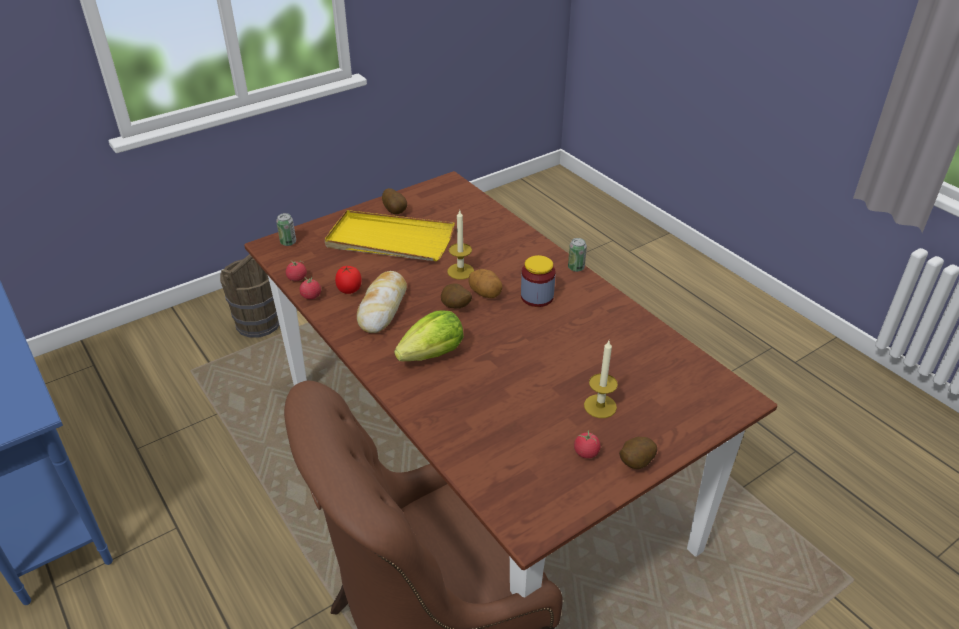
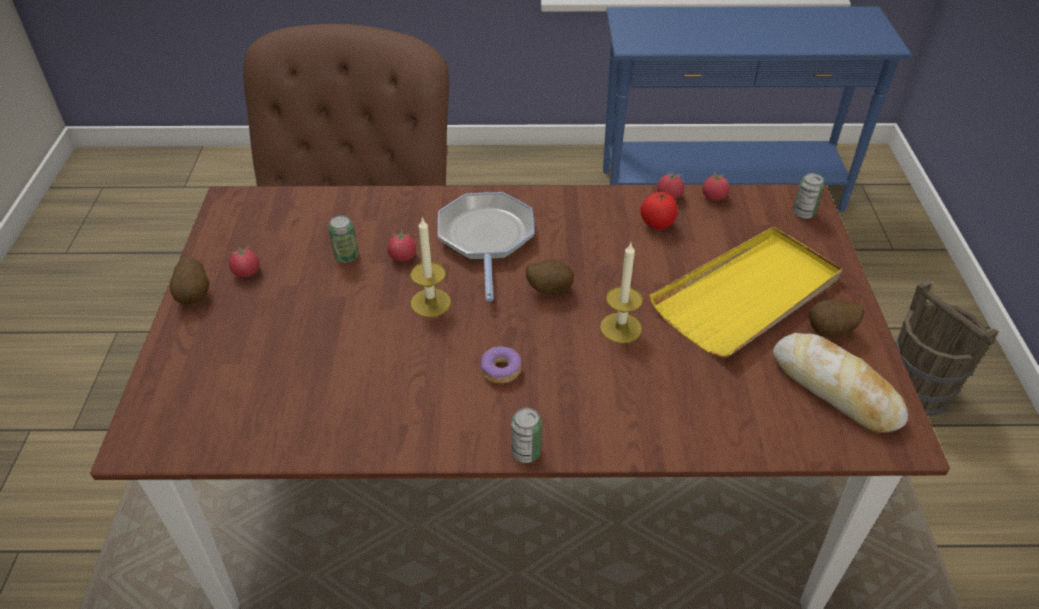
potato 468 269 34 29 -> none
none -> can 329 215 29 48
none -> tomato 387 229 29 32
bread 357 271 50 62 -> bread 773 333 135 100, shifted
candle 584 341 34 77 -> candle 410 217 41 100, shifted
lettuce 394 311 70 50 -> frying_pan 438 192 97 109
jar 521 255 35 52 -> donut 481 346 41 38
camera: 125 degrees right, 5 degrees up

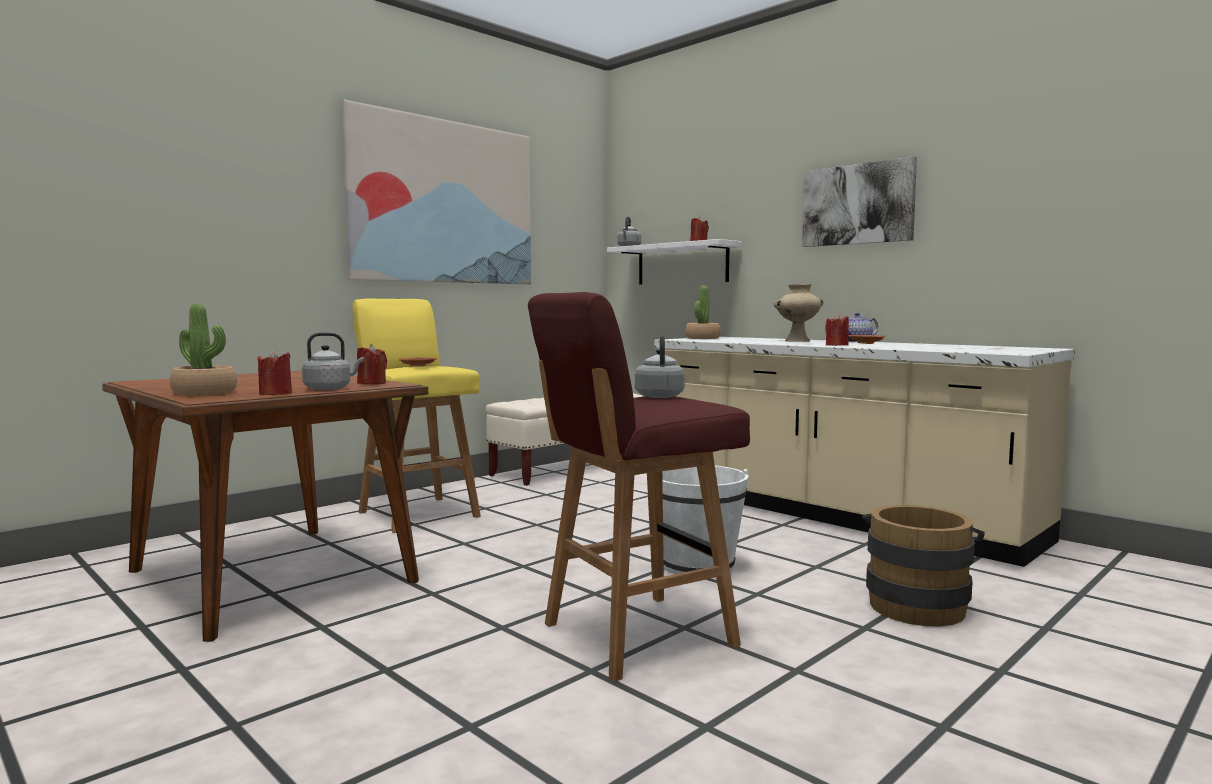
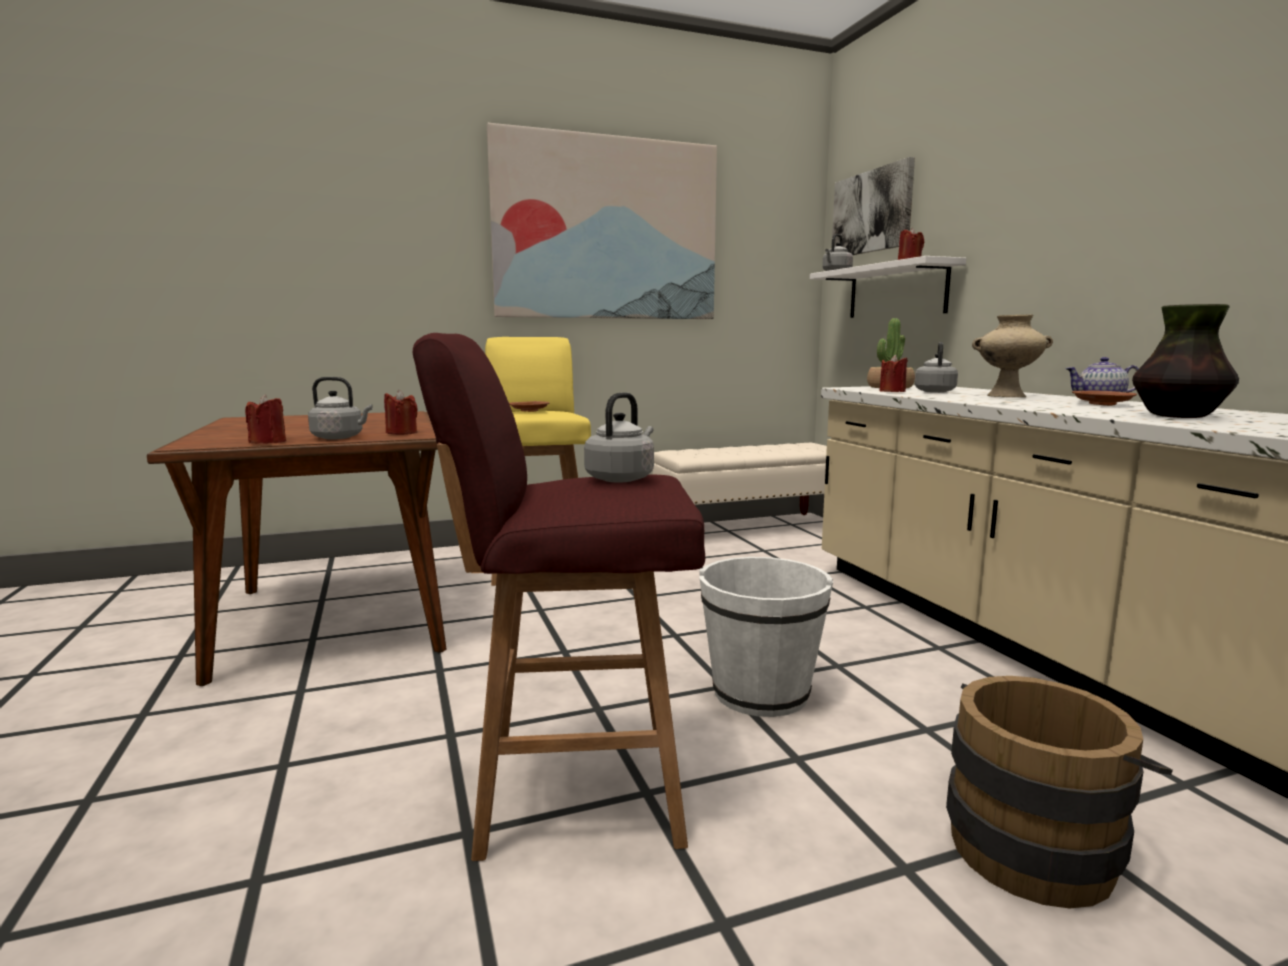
potted_plant 170 303 67 93 -> none
none -> grey_kettle 915 342 43 51
none -> vase 1132 304 107 114
picture 802 156 115 91 -> picture 832 157 83 98, shifted
red_candle 825 314 24 32 -> red_candle 880 355 28 37, shifted
camera: 25 degrees right, 5 degrees up

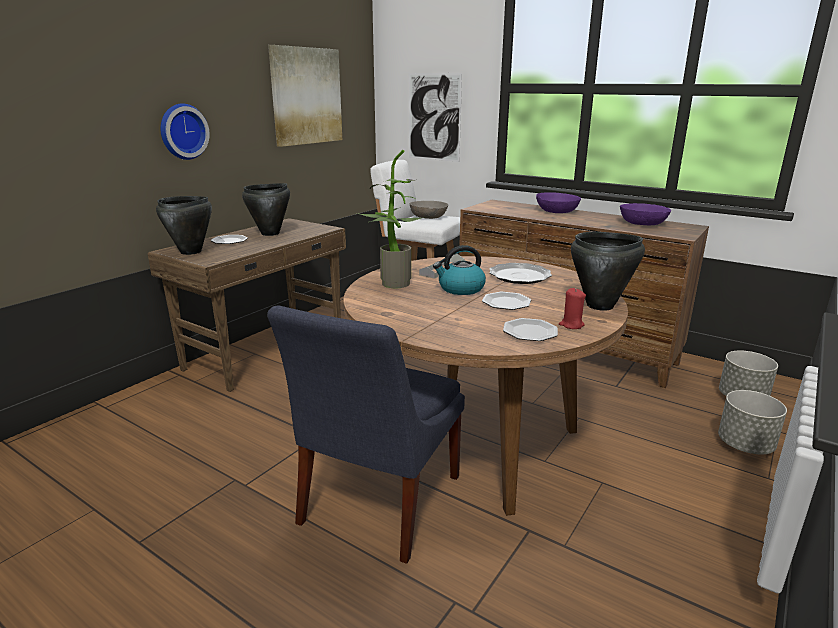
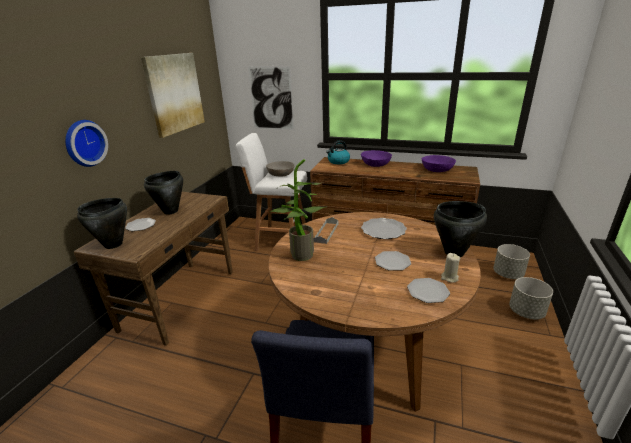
kettle 433 245 53 50 -> kettle 326 140 24 24, shifted
red_candle 559 288 27 41 -> beige_candle 441 253 19 30
camera: 15 degrees left, 5 degrees up

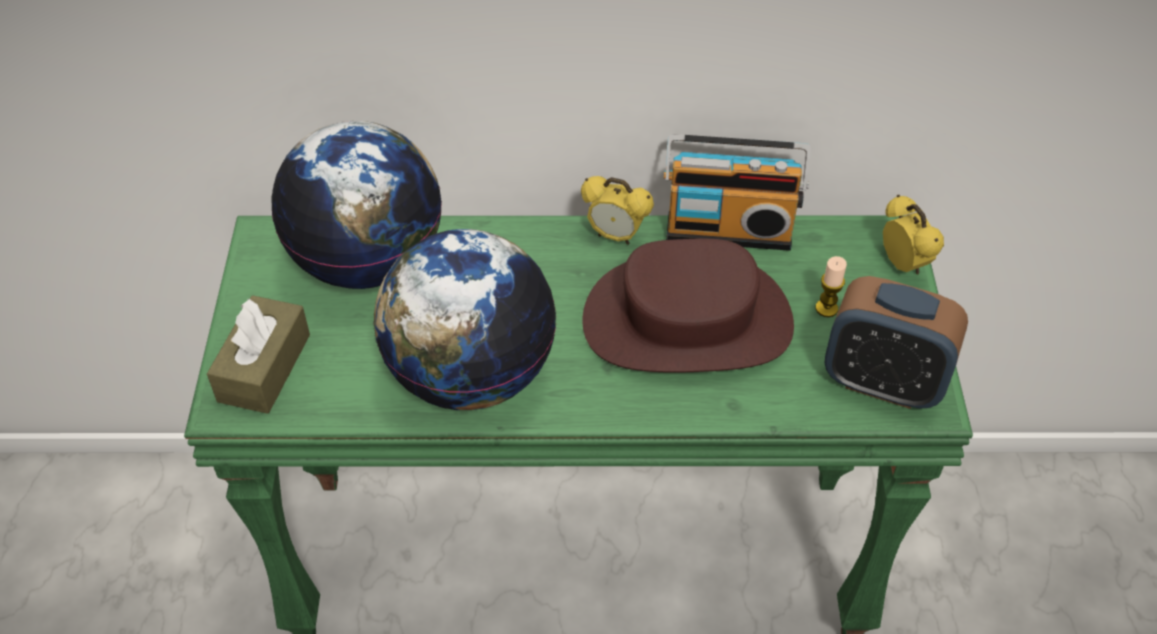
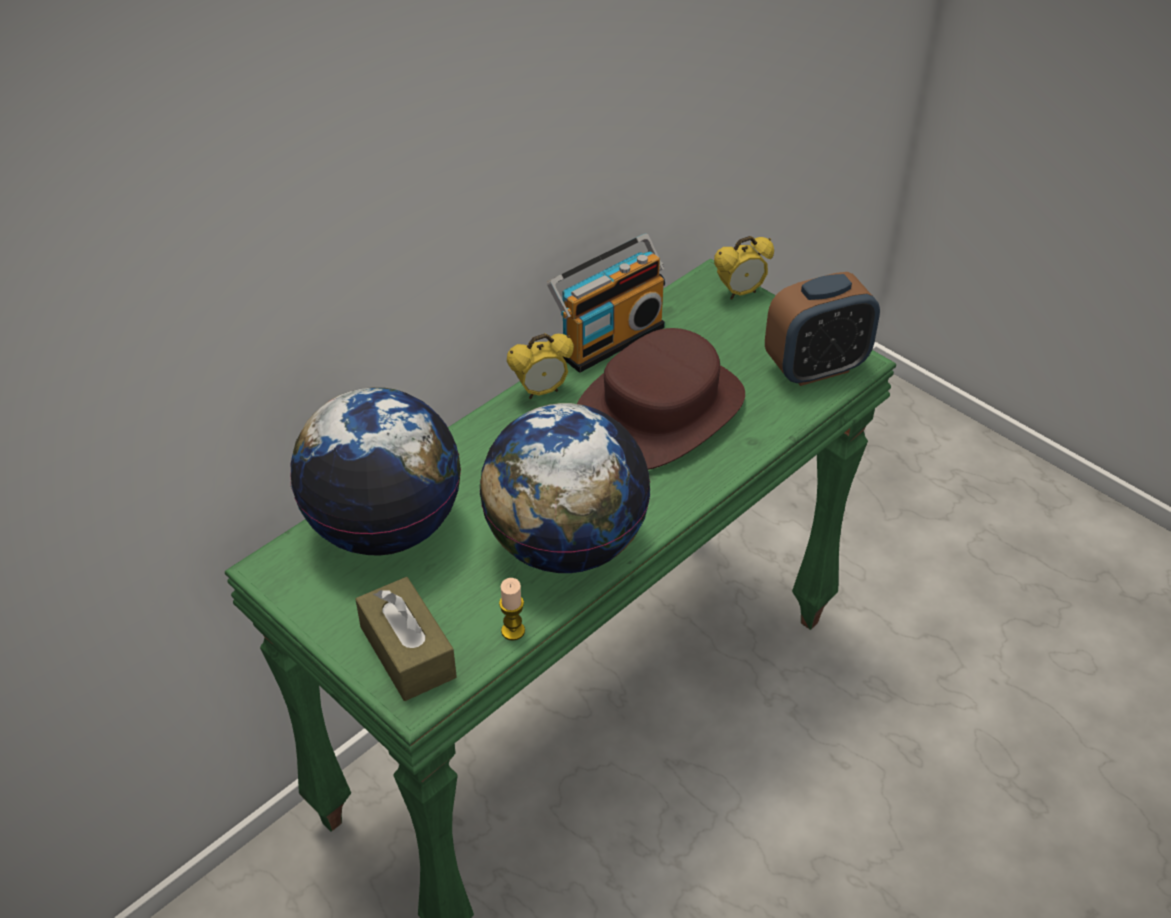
candle 815 256 32 61 -> candle 499 578 26 63, shifted
alarm_clock 883 195 61 80 -> alarm_clock 714 236 60 64, 135 degrees clockwise
camera: 45 degrees left, 5 degrees down

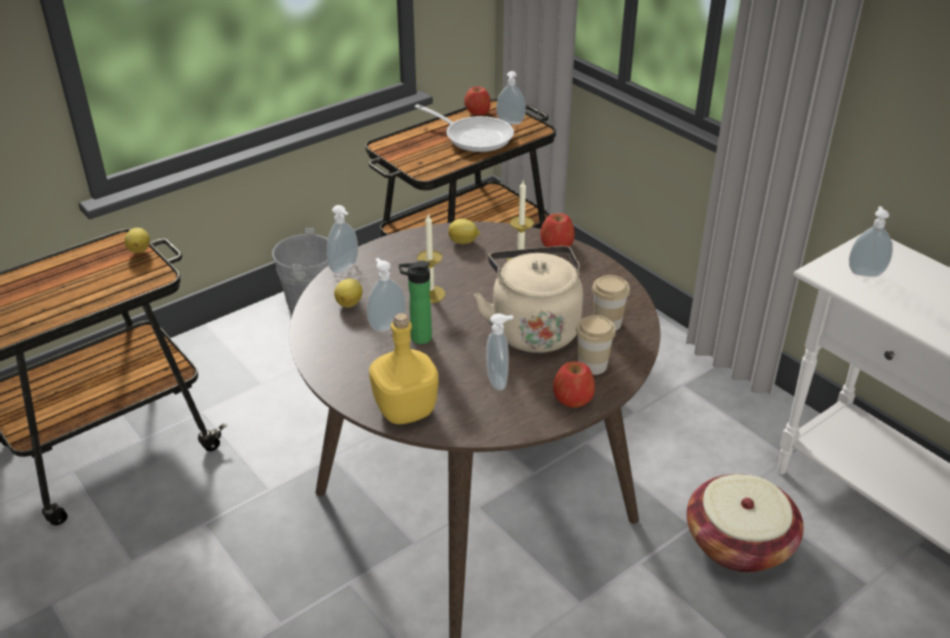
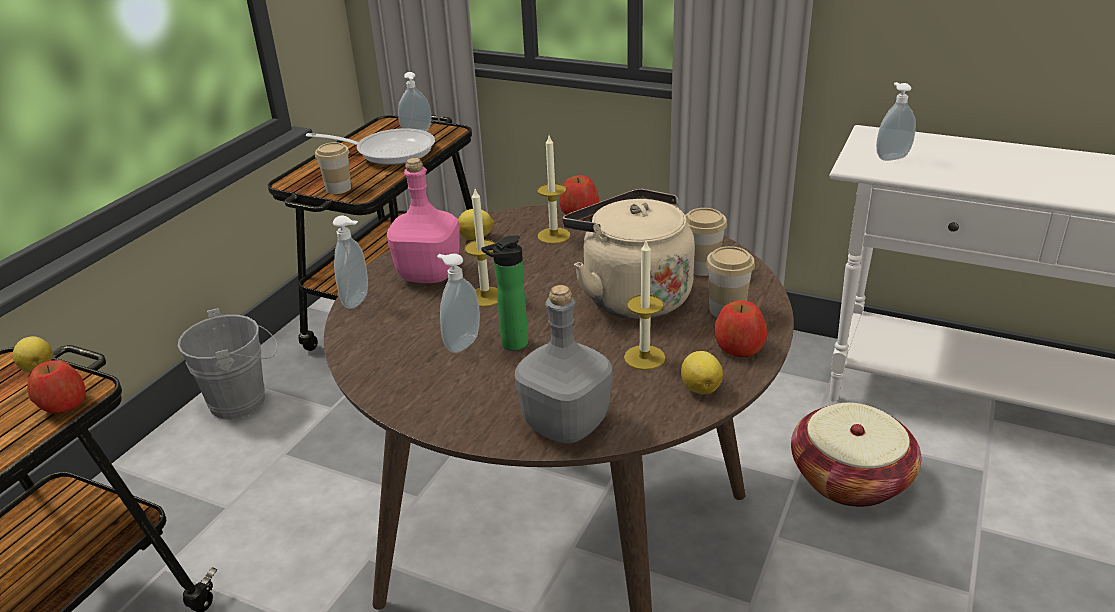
none -> cup 315 142 36 52
none -> pink_bottle 387 158 73 125
lemon 334 279 29 29 -> lemon 681 351 42 43, shifted
apple 464 87 27 28 -> apple 27 360 59 54, shifted
soap_dispenser 486 314 27 76 -> candle 624 241 42 129
yellow_bottle 369 313 69 111 -> grey_bottle 515 285 97 159
camera: 25 degrees left, 5 degrees down

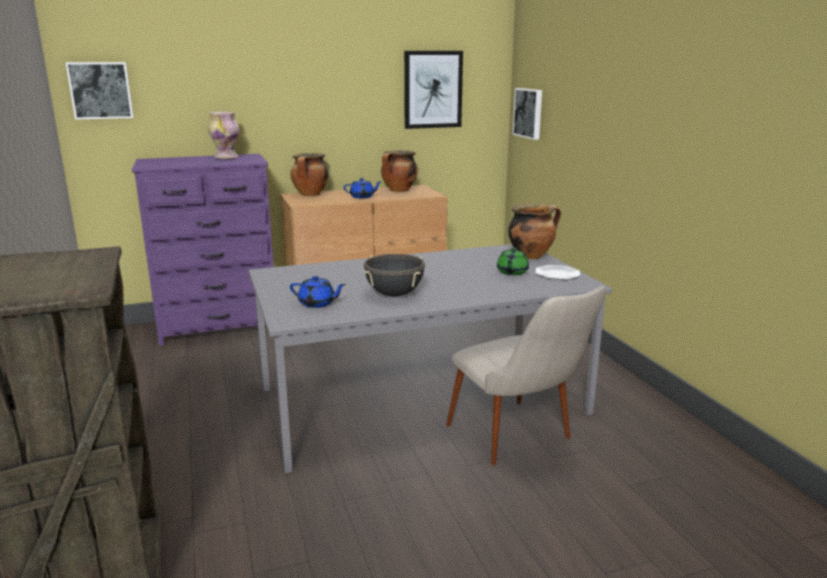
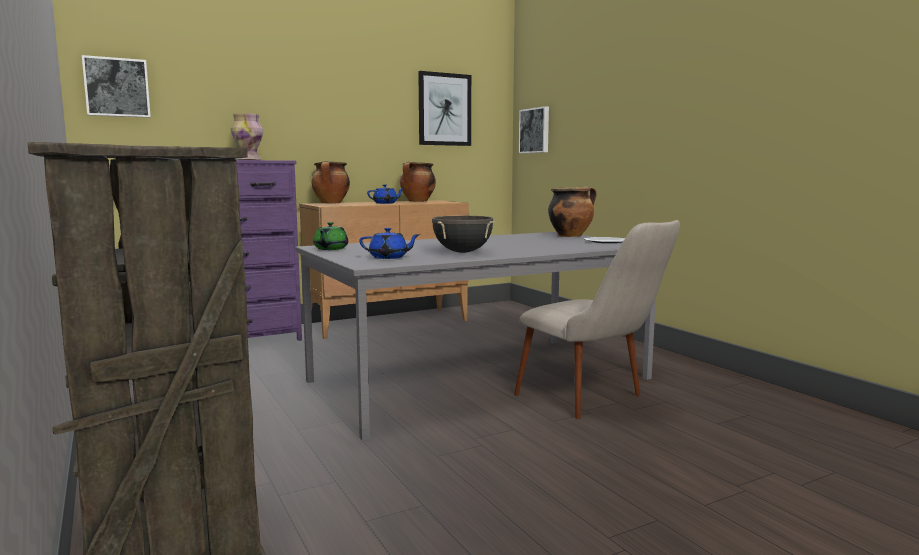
green_teapot 497 248 32 27 -> green_teapot 313 222 35 28, shifted
camera: 10 degrees left, 10 degrees down

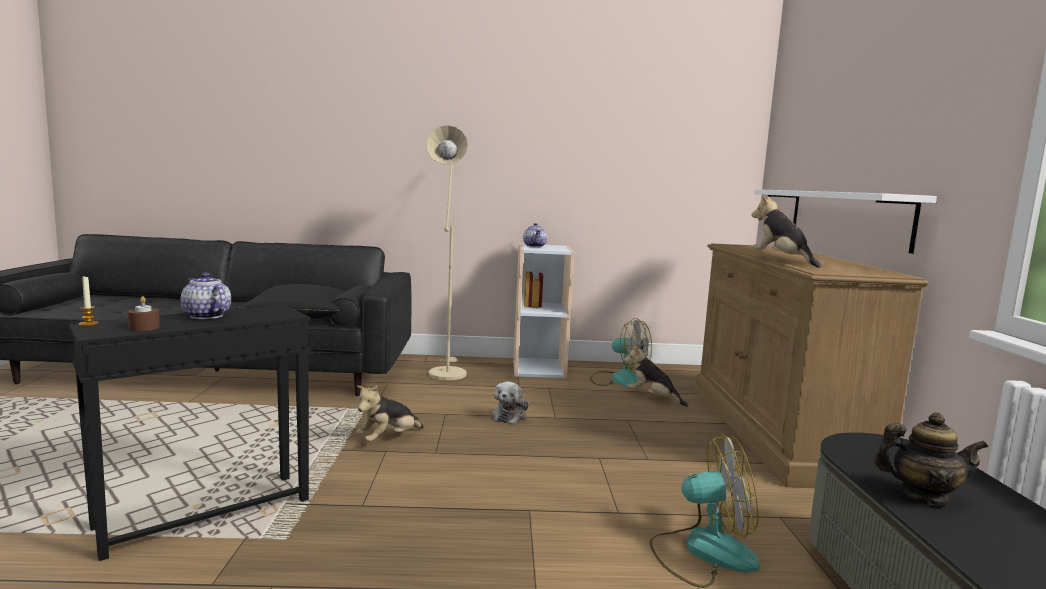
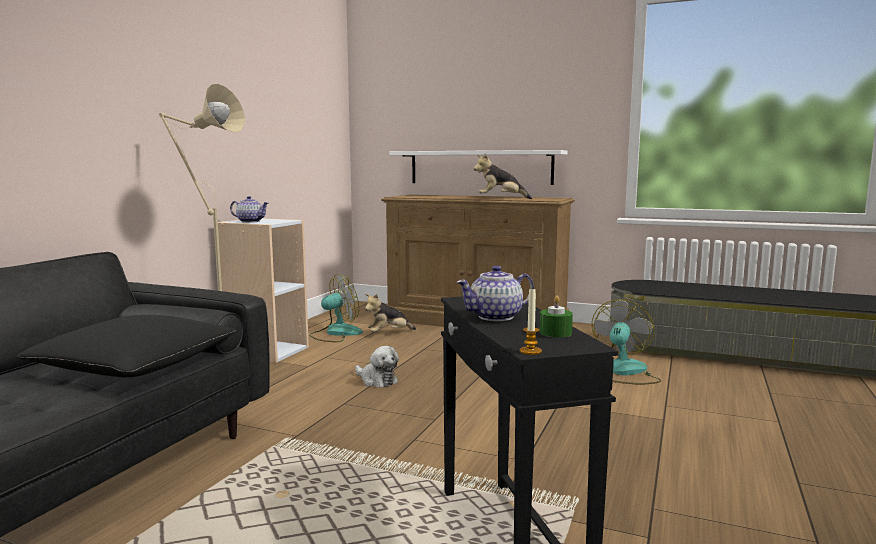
plush_toy 357 385 67 57 -> none
teapot 874 412 114 94 -> none
brown_candle 128 296 32 35 -> green_candle 540 296 33 42
camera: 65 degrees left, 0 degrees up

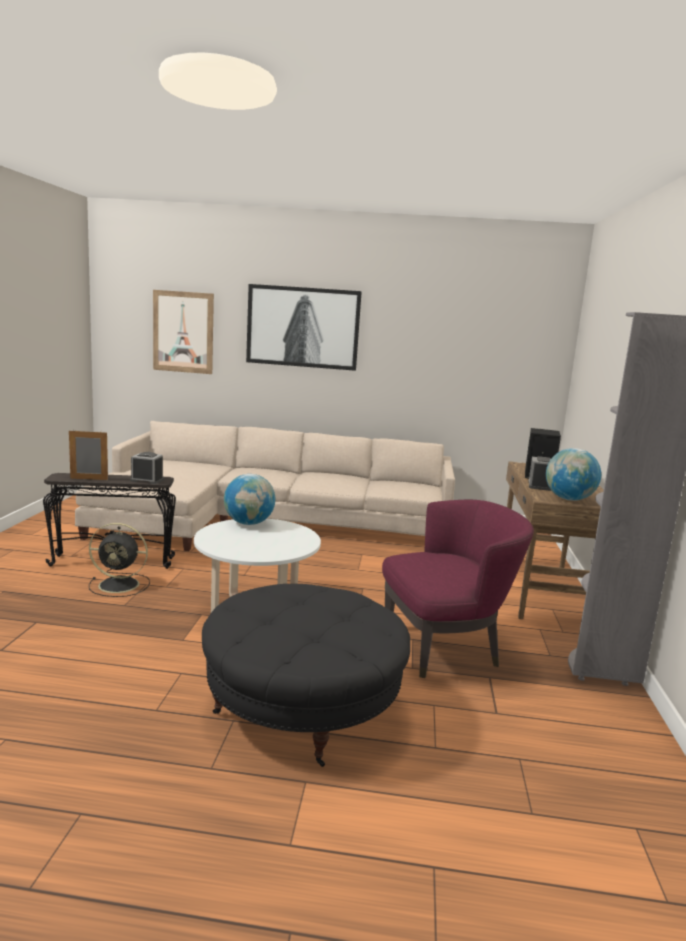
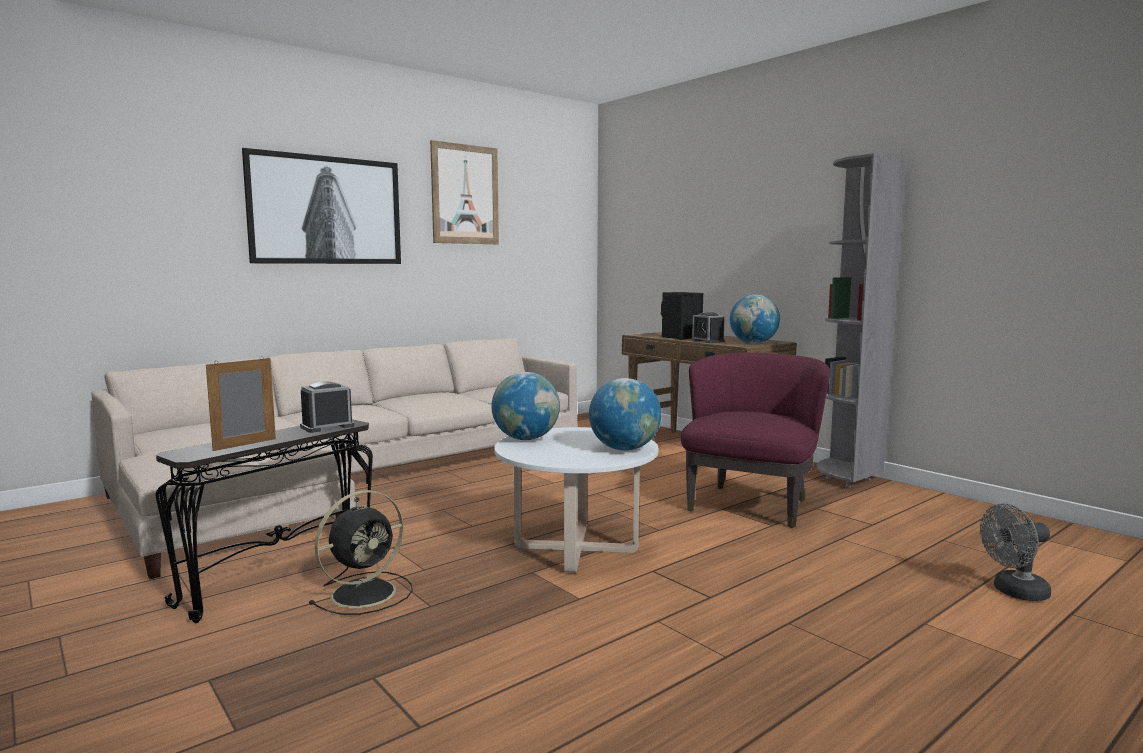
black_ottoman 202 584 208 183 -> none
none -> globe 589 378 72 73
none -> grey_fan 980 504 71 97
picture 153 290 61 84 -> picture 430 140 69 104, shifted
camera: 45 degrees left, 5 degrees down

